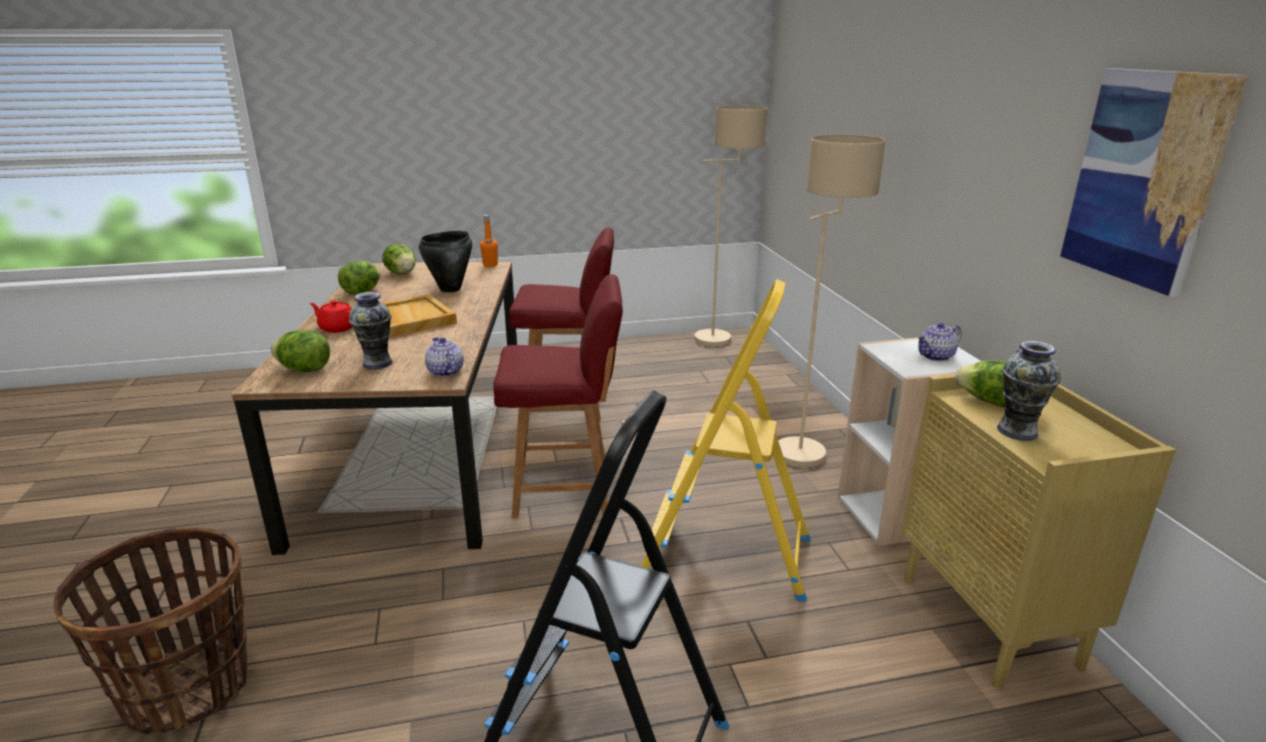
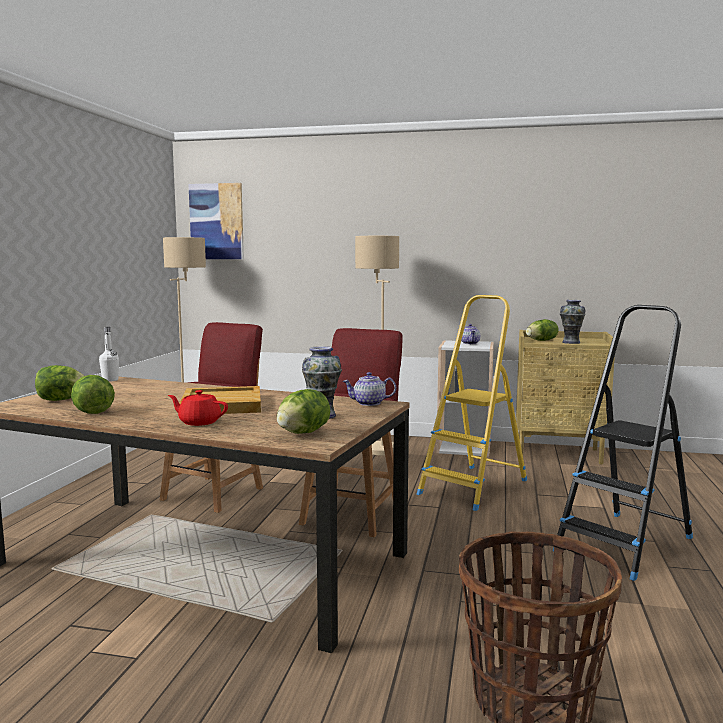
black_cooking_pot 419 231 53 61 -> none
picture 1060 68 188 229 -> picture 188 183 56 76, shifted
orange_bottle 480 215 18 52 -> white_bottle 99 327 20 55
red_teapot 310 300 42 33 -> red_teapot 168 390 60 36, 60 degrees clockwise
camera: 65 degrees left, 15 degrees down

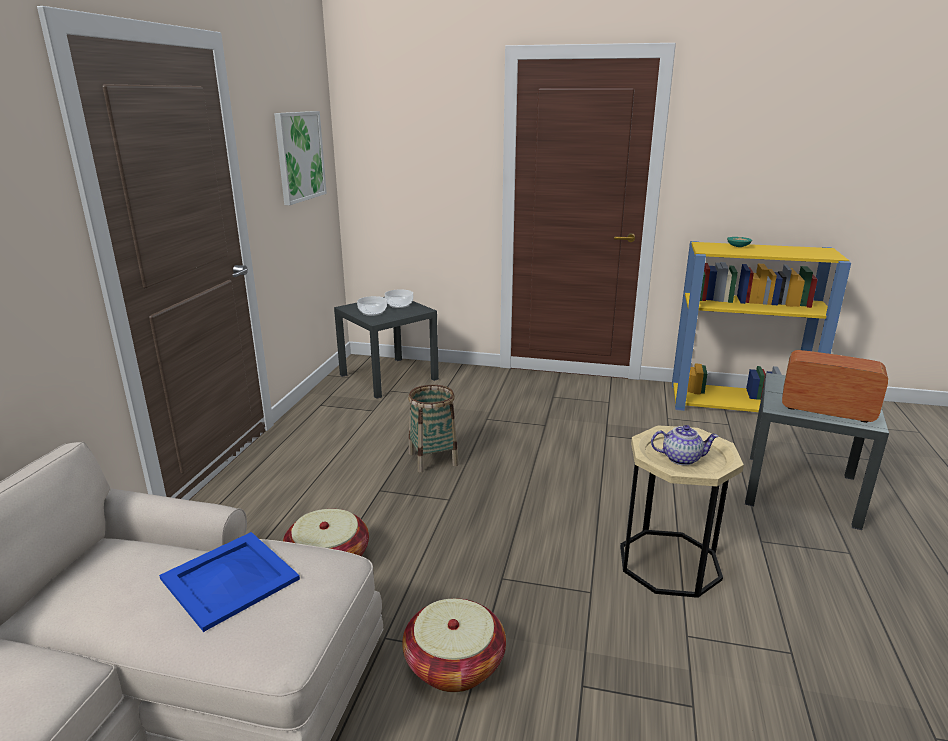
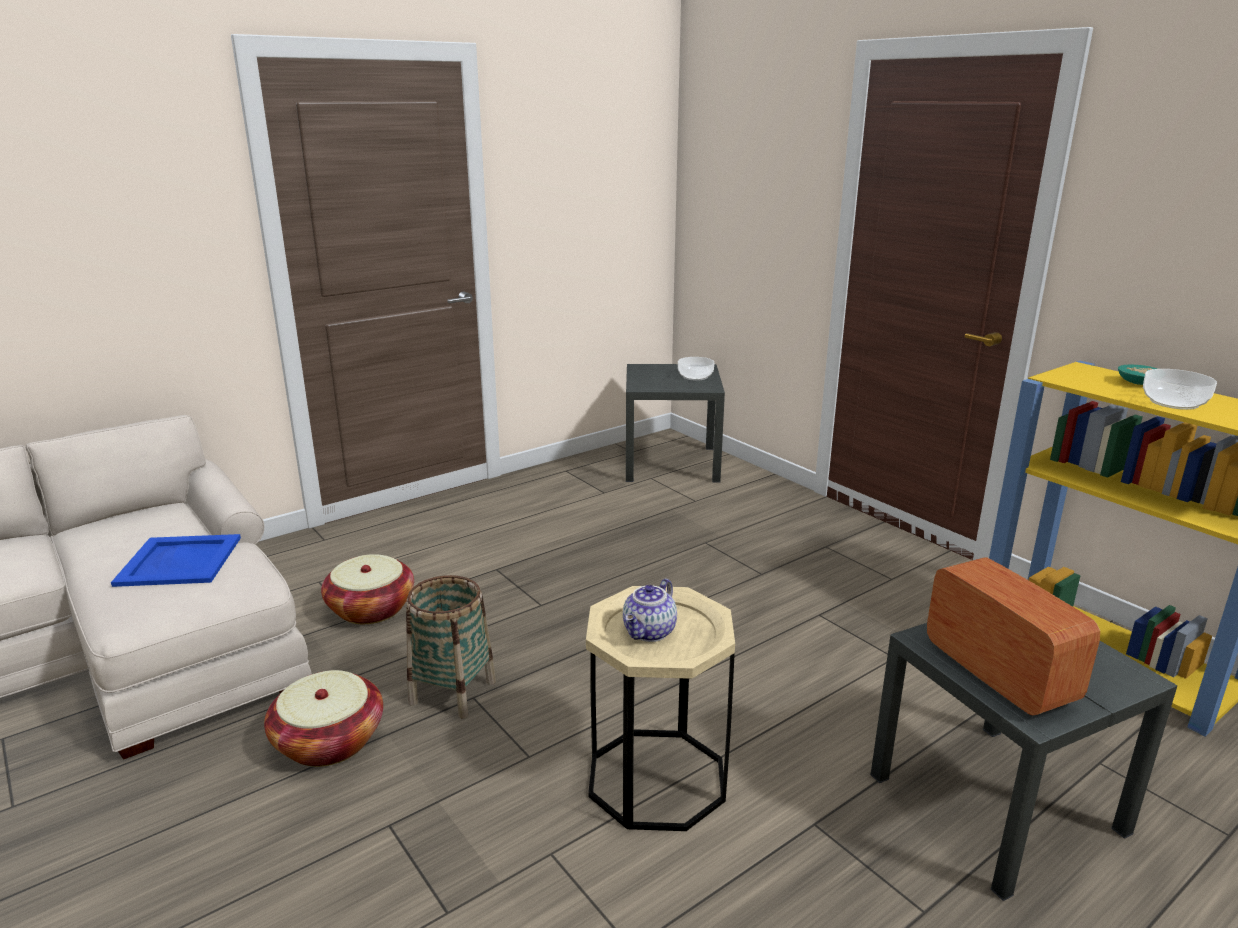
picture 274 111 53 94 -> none
bowl 357 296 30 20 -> bowl 1143 369 74 41, shifted
basket 408 385 50 88 -> basket 406 575 90 144, shifted
teapot 651 425 68 41 -> teapot 623 578 54 64, 75 degrees clockwise
camera: 40 degrees right, 0 degrees up

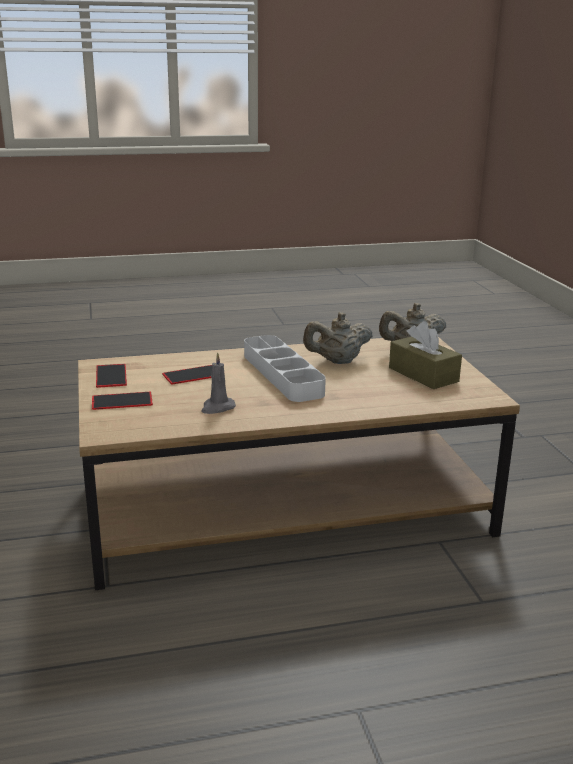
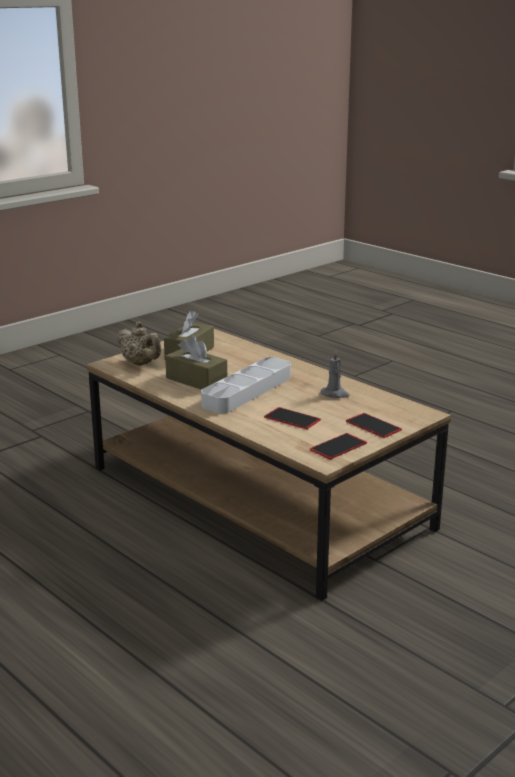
beige_teapot 303 312 70 52 -> brown_tissue_box 165 335 62 55
camera: 120 degrees left, 0 degrees up

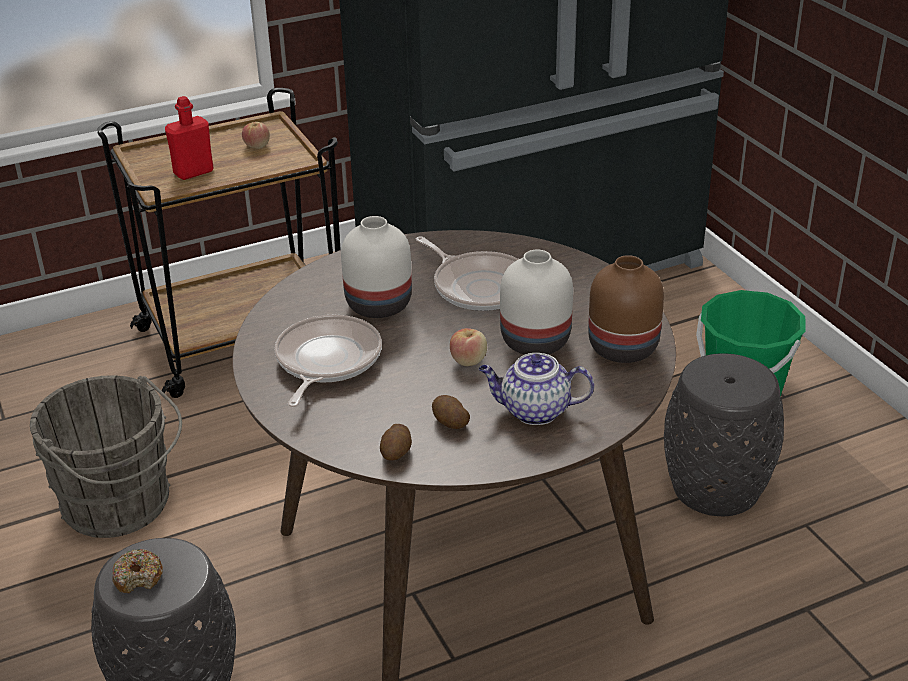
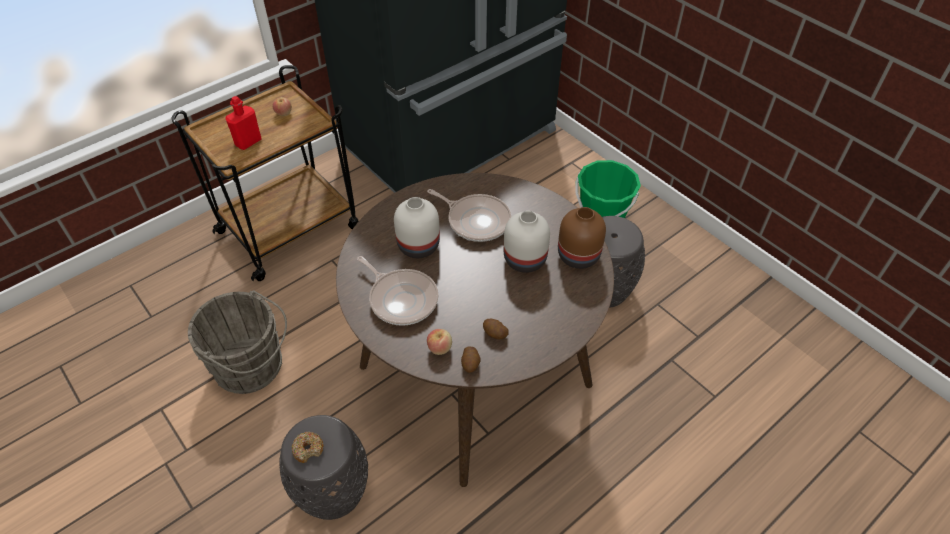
teapot 479 353 115 72 -> none
apple 450 328 37 38 -> apple 427 329 25 26, shifted
frying_pan 275 315 107 92 -> frying_pan 357 256 81 70, 135 degrees clockwise
camera: 15 degrees left, 15 degrees up

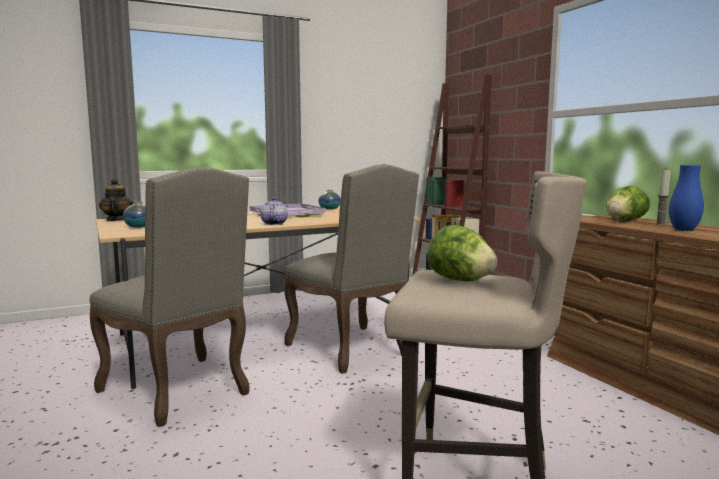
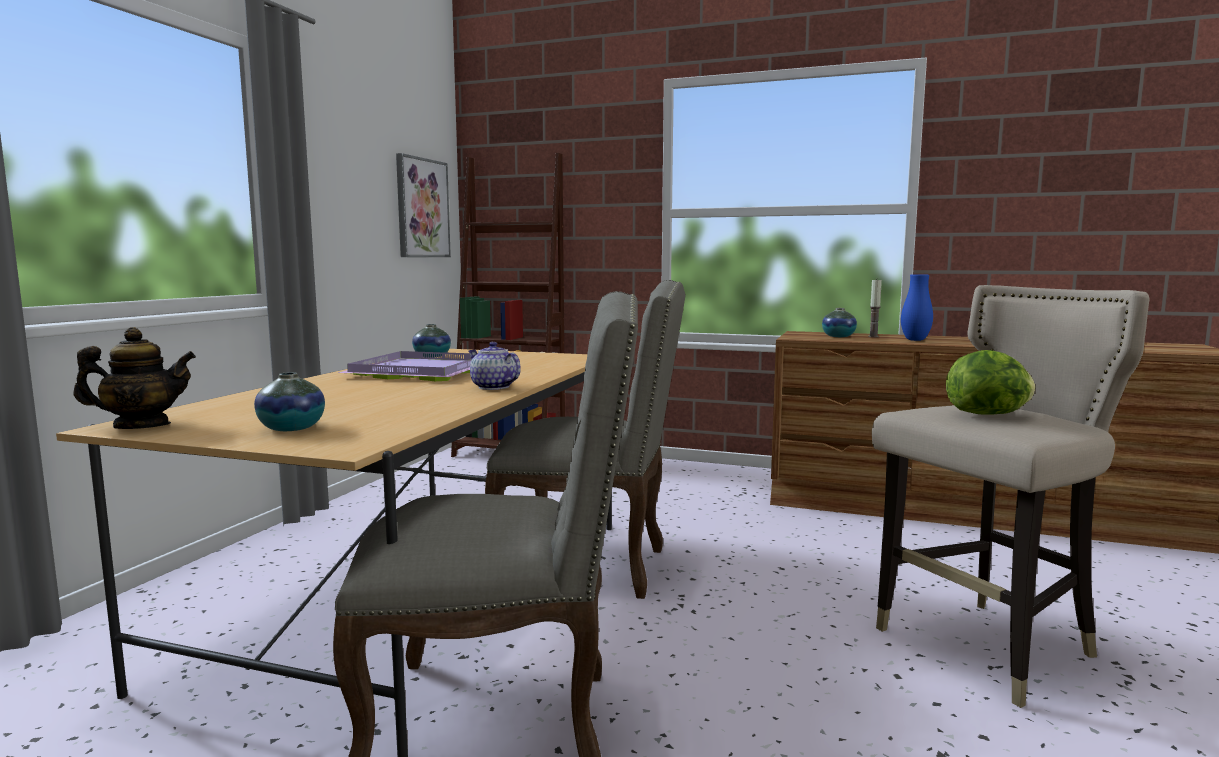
none -> picture 396 153 55 104
lettuce 606 186 44 35 -> vase 822 308 35 29
teapot 99 178 34 43 -> teapot 73 327 123 102, 135 degrees clockwise
camera: 45 degrees left, 0 degrees up

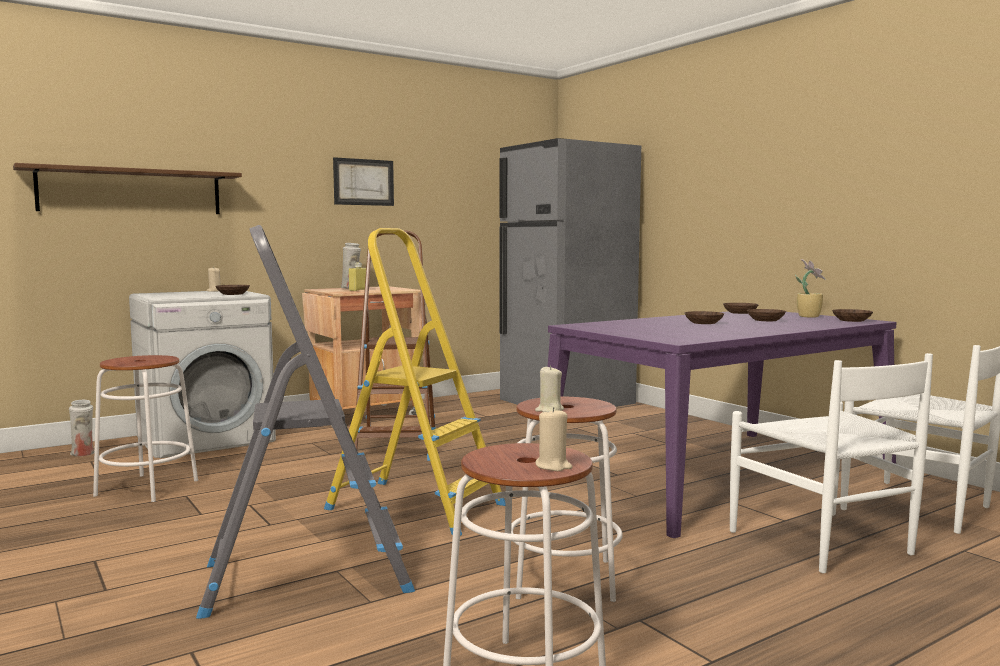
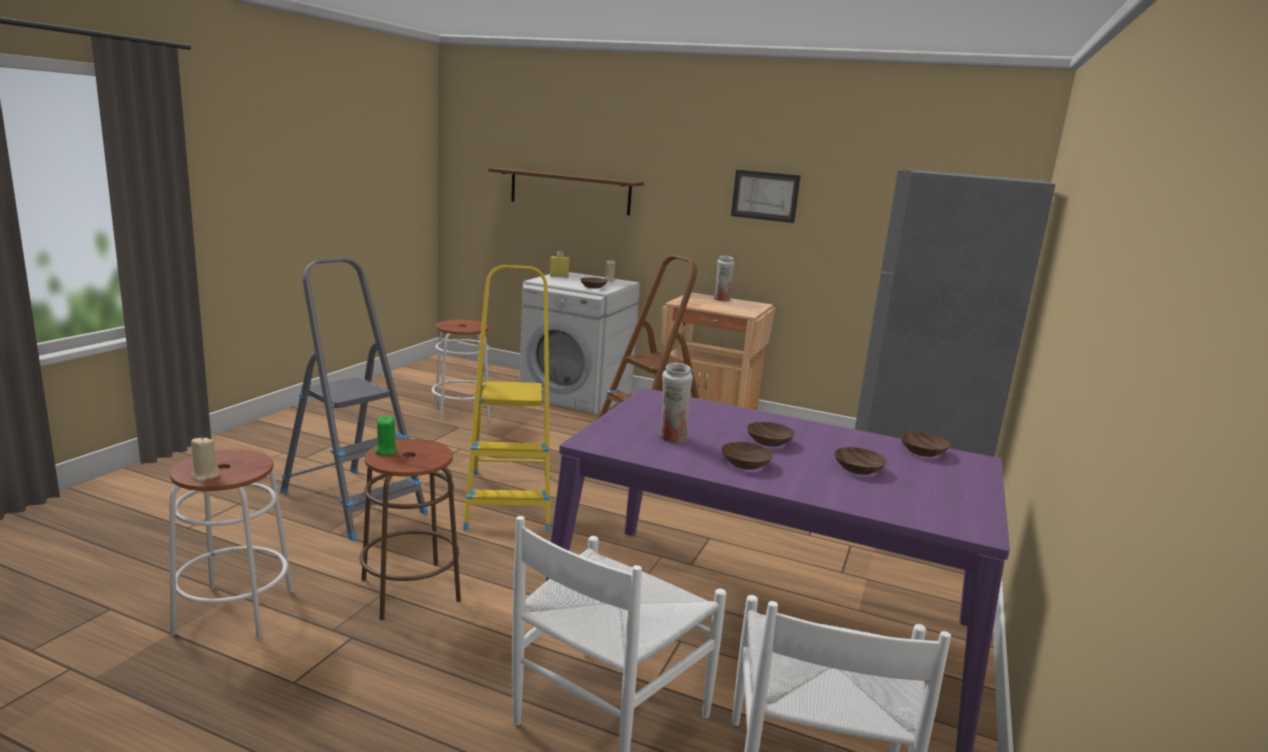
potted_plant 795 259 31 59 -> none
white_vase 69 400 26 56 -> white_vase 659 363 34 80, shifted
yellow_bottle 349 262 17 29 -> yellow_bottle 550 251 20 27, shifted
brown_bowl 832 309 41 13 -> brown_bowl 722 442 51 28, shifted
white_stool 511 397 112 205 -> brown_stool 360 439 101 181
beige_candle 535 366 29 46 -> green_candle 375 416 22 39
camera: 55 degrees right, 10 degrees up

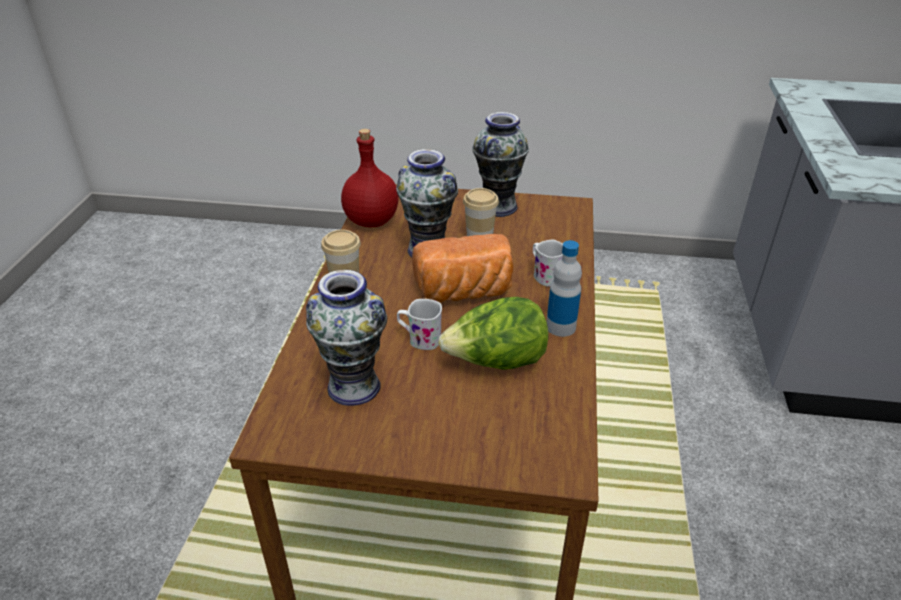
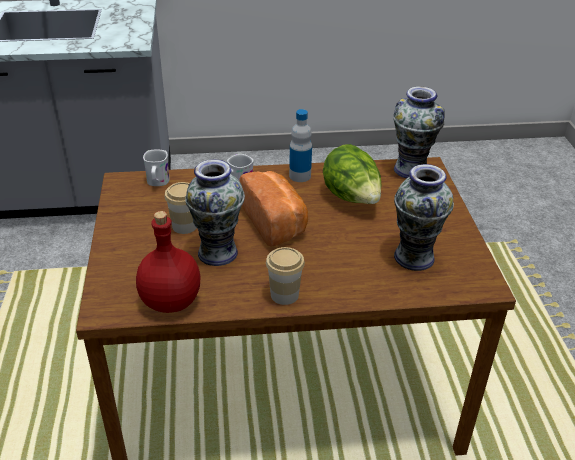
white_mug 397 299 45 51 -> white_mug 143 149 27 37, shifted
vase 472 112 57 105 -> vase 393 87 52 91, shifted
camera: 105 degrees left, 0 degrees up

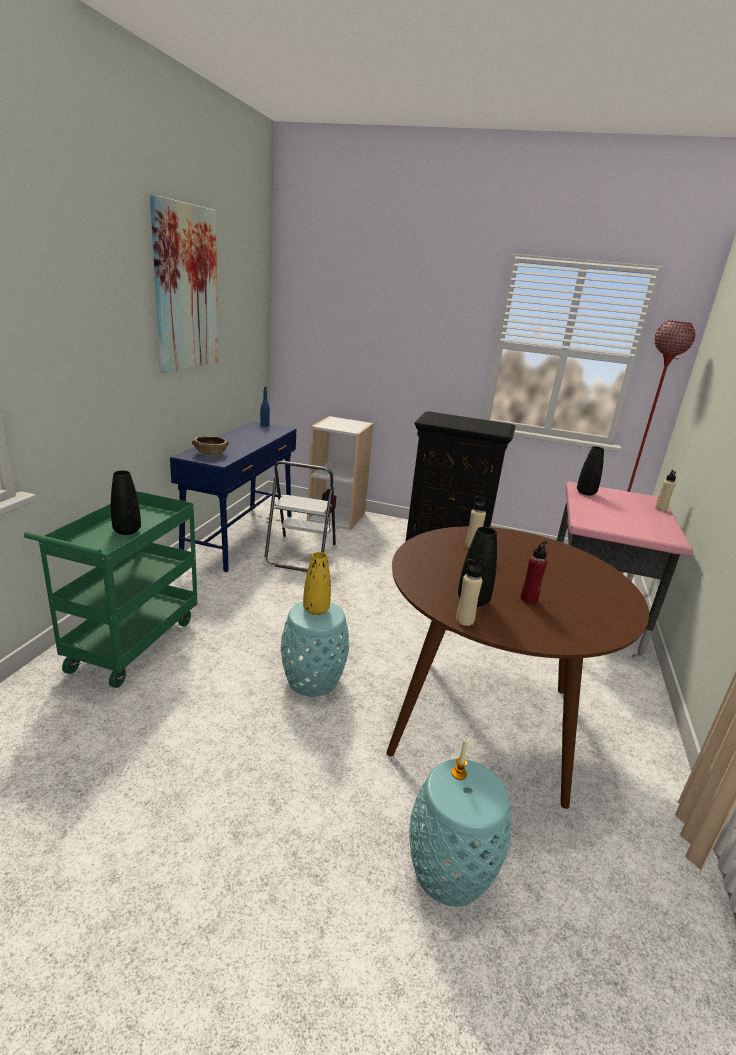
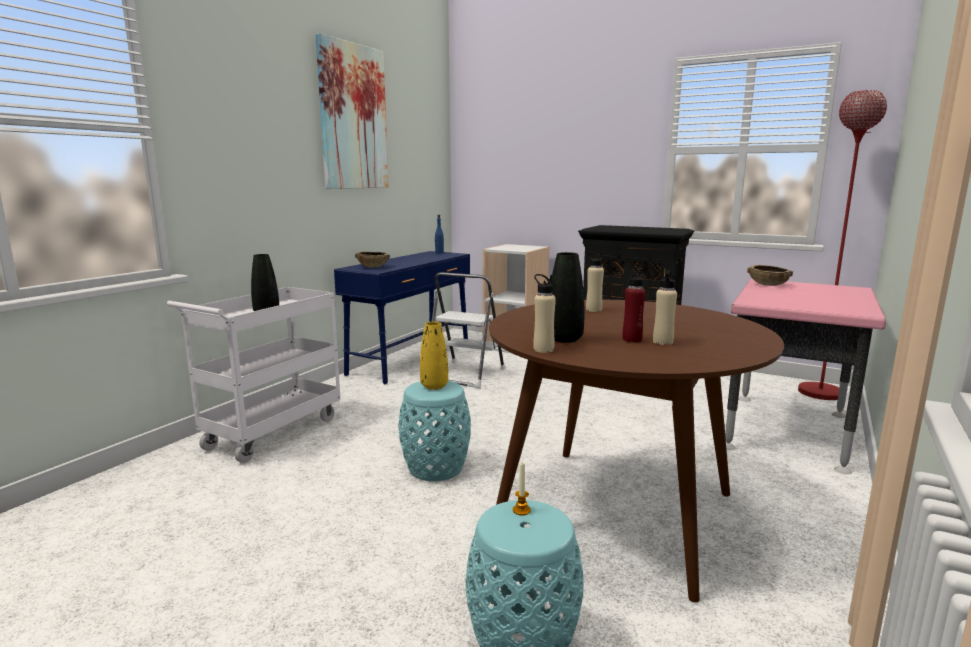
beige_bottle 655 470 21 41 -> beige_bottle 653 270 24 75, shifted
black_vase 577 446 27 50 -> brown_bowl 747 265 46 21
green_cart 24 492 174 196 -> white_cart 167 287 174 176
camera: 15 degrees right, 10 degrees down

